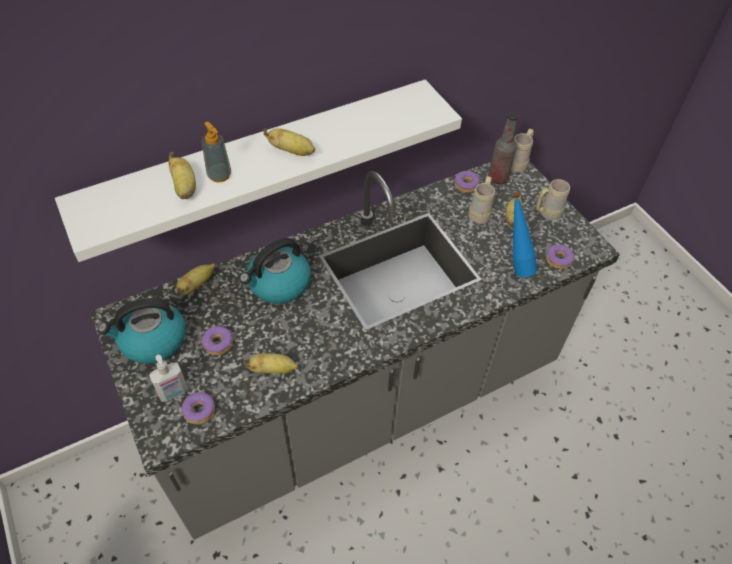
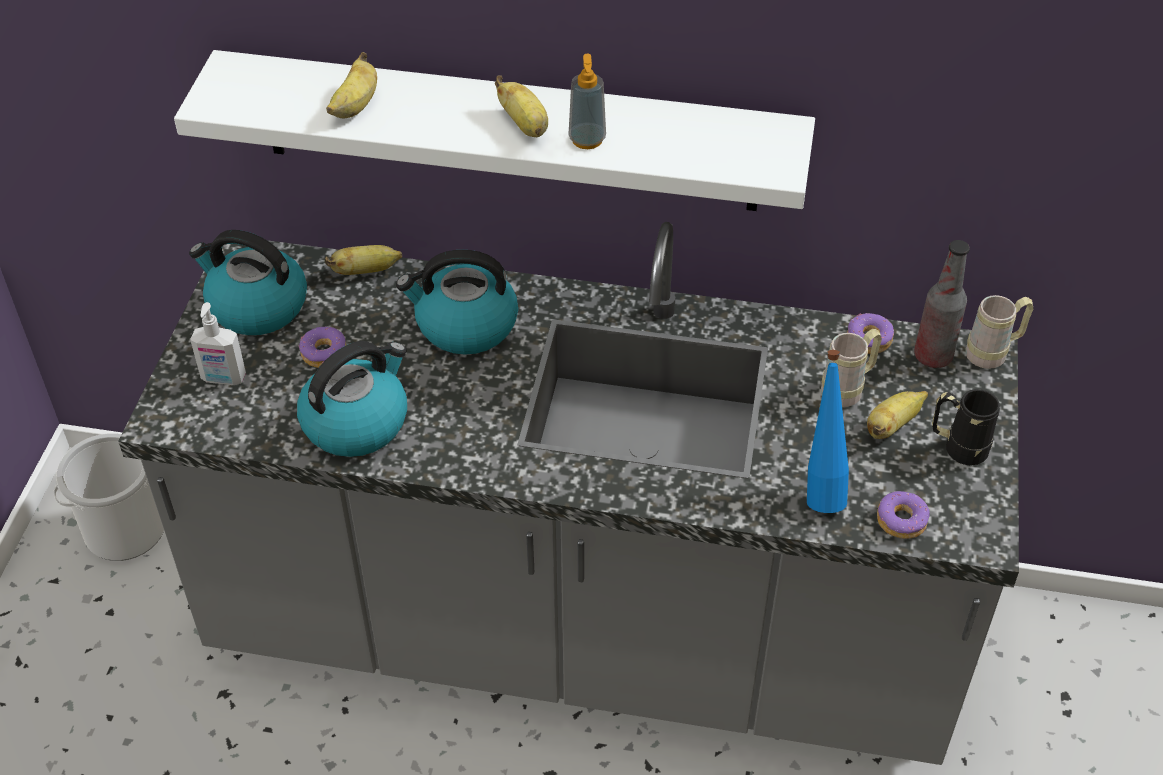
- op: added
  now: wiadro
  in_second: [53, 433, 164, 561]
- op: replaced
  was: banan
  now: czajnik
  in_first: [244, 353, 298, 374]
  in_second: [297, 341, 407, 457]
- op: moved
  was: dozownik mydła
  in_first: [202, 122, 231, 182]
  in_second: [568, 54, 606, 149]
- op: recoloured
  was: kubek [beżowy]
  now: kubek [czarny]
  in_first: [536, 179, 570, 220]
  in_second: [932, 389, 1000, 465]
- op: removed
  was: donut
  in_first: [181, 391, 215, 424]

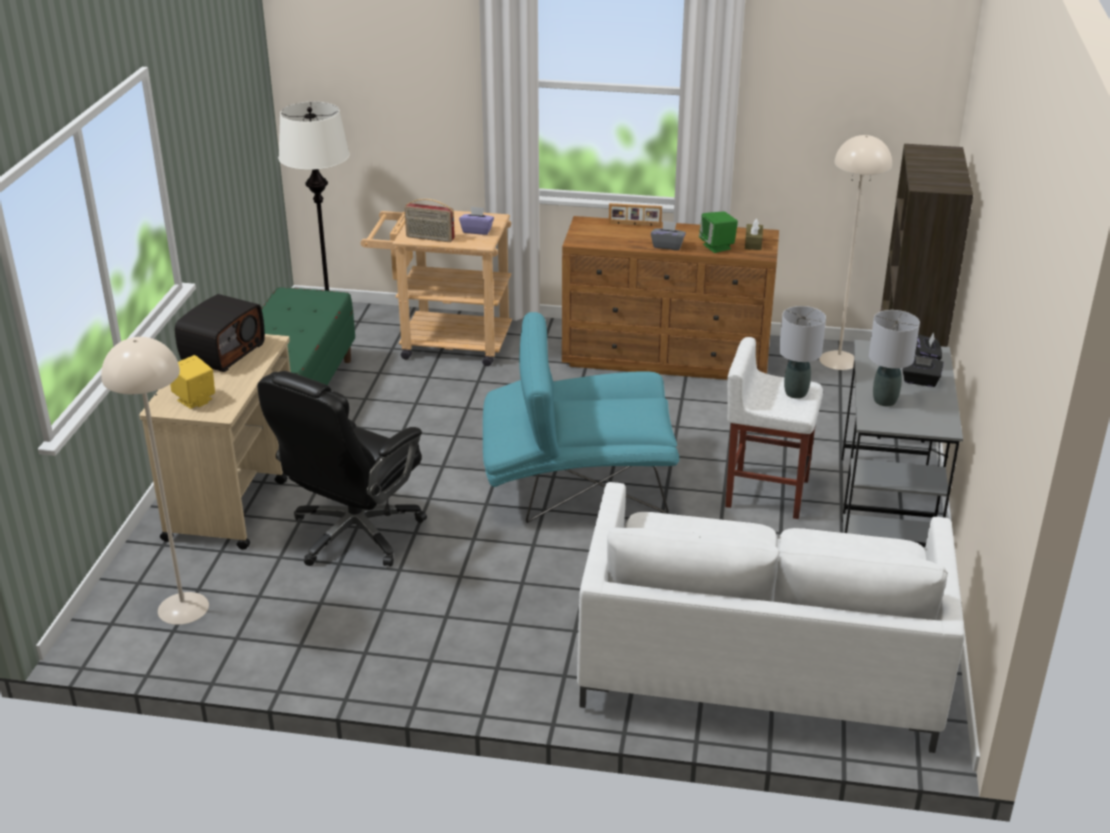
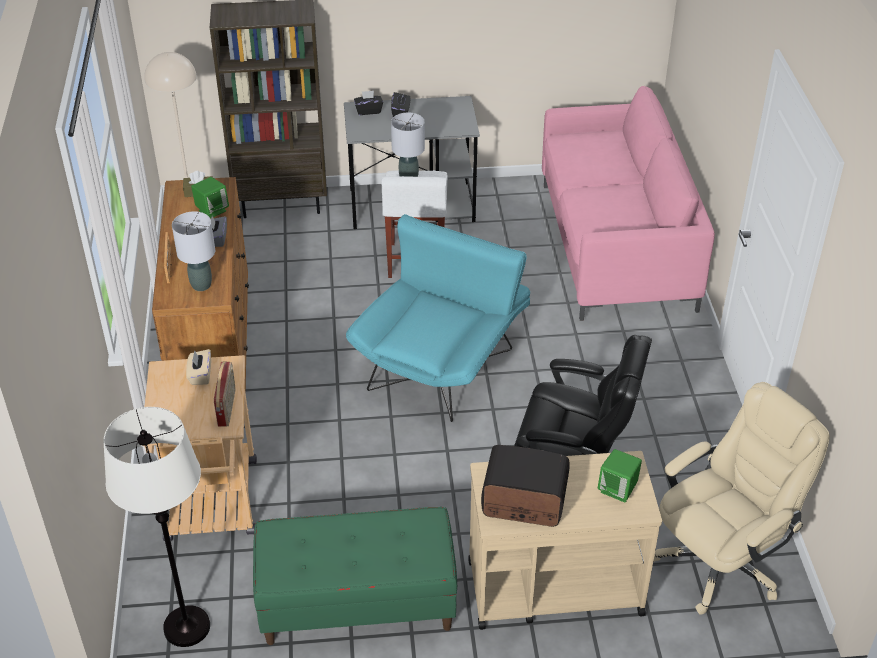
- op: moved
  was: lampa stołowa [szary]
  in_first: [869, 310, 920, 406]
  in_second: [172, 211, 215, 291]
- op: recoloured
  was: pudełko chusteczek [fioletowy]
  now: pudełko chusteczek [beżowy]
  in_first: [459, 206, 494, 235]
  in_second: [186, 349, 211, 385]
- op: turned
  was: fotel [turkusowy]
  in_first: [483, 312, 679, 523]
  in_second: [346, 214, 530, 422]
  clockwise: -135
- op: recoloured
  was: kanapa [biały]
  now: kanapa [różowy]
  in_first: [577, 482, 964, 753]
  in_second: [542, 86, 715, 321]
- op: recoloured
  was: głośnik [żółty]
  now: głośnik [zielony]
  in_first: [170, 355, 215, 409]
  in_second: [598, 449, 642, 502]
- op: replaced
  was: lampa stojąca [beżowy]
  now: krzesło biurowe [beżowy]
  in_first: [101, 337, 209, 625]
  in_second: [653, 382, 830, 615]

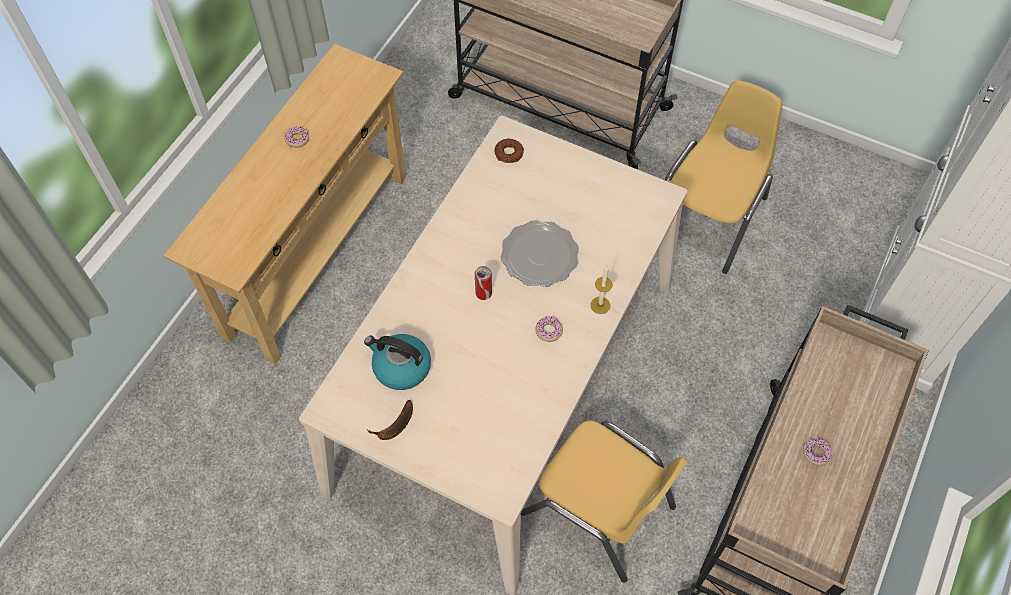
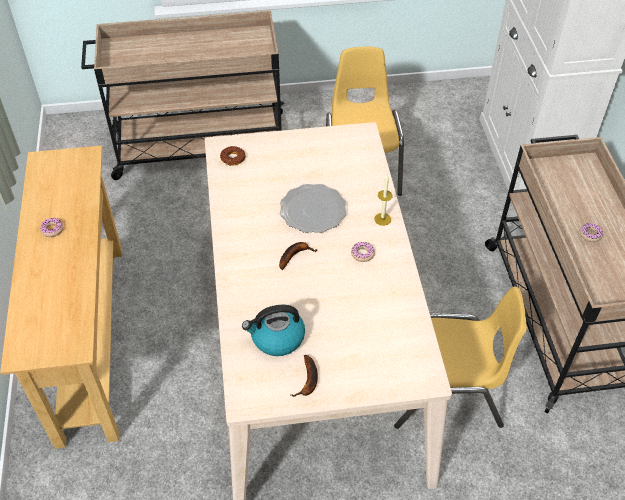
- op: replaced
  was: puszka
  now: banan
  in_first: [475, 266, 492, 300]
  in_second: [279, 242, 317, 270]

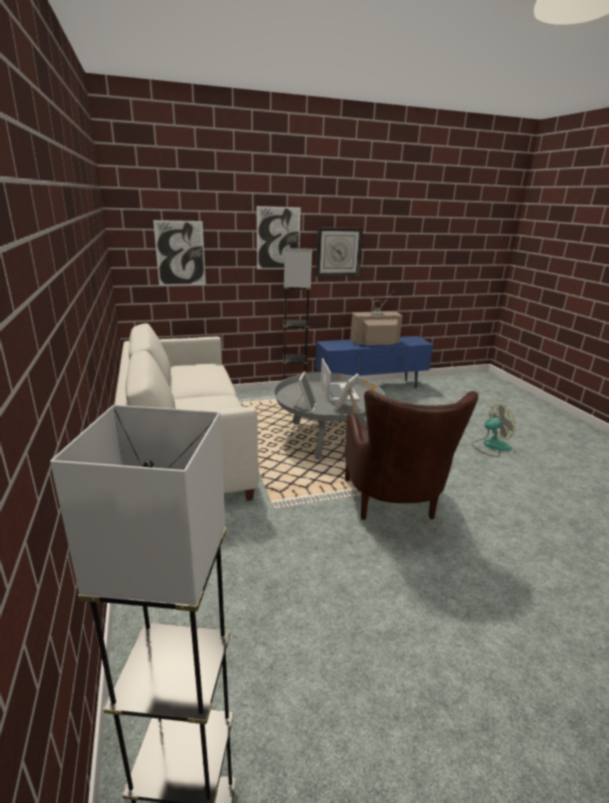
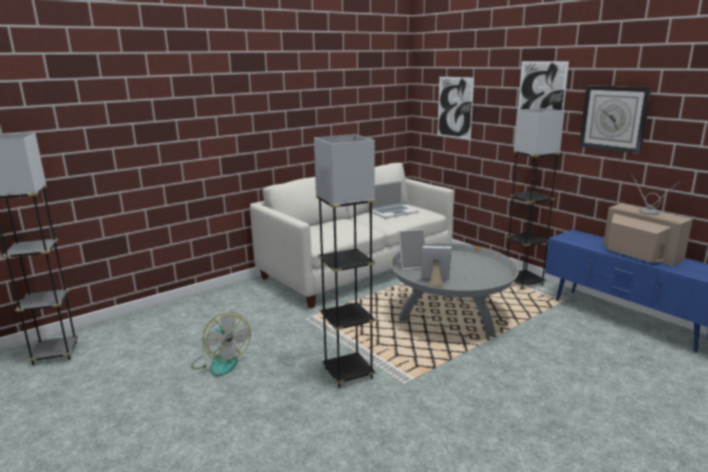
- op: moved
  was: wentylator
  in_first: [472, 404, 515, 457]
  in_second: [191, 312, 251, 377]
- op: replaced
  was: fotel [brązowy]
  now: lampa stojąca [szary]
  in_first: [344, 390, 478, 520]
  in_second: [314, 134, 375, 388]
- op: moved
  was: laptop
  in_first: [320, 358, 360, 401]
  in_second: [372, 180, 419, 219]

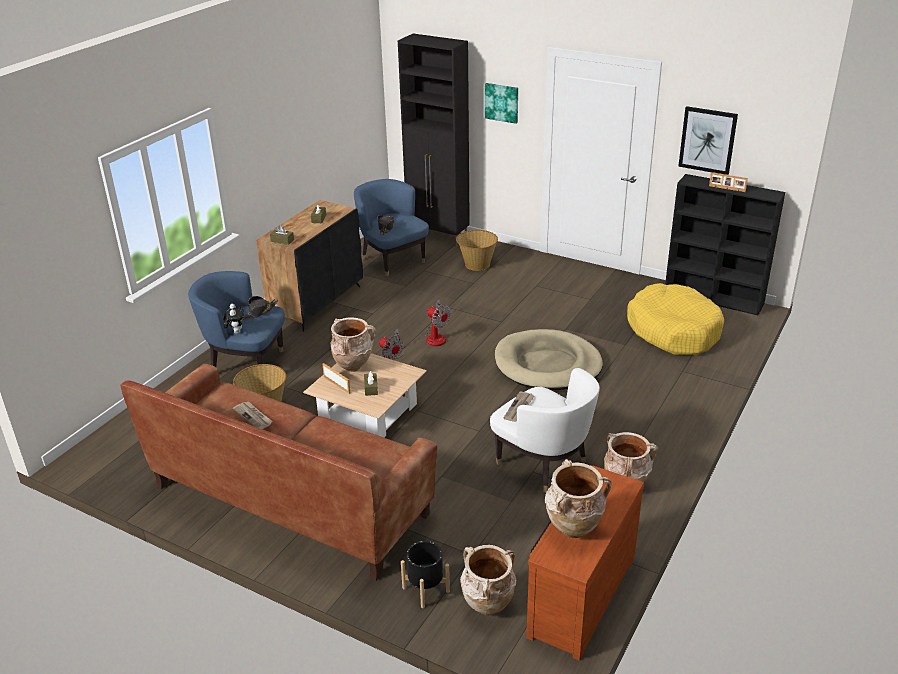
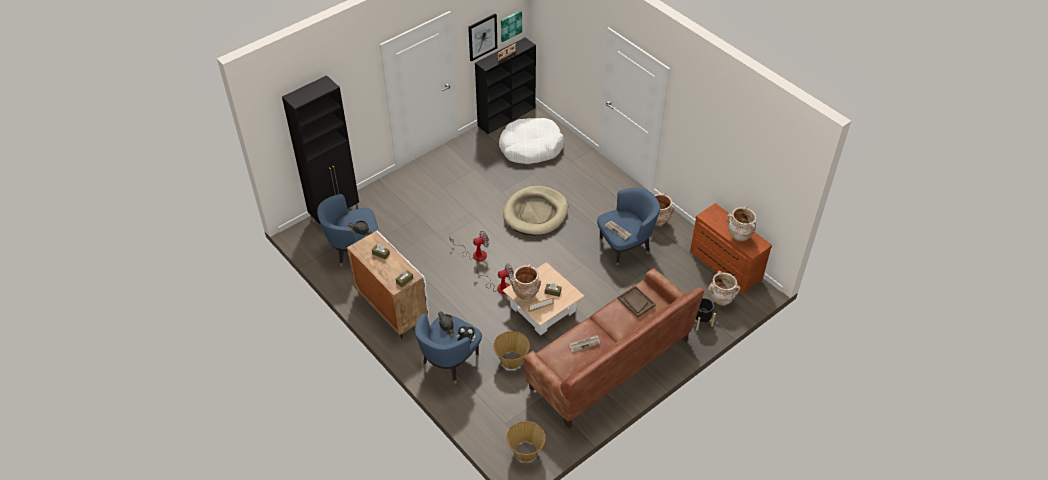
- op: recoloured
  was: szafka [czarny]
  now: szafka [biały]
  in_first: [256, 200, 363, 332]
  in_second: [347, 230, 429, 339]
- op: recoloured
  was: legowisko [żółty]
  now: legowisko [biały]
  in_first: [627, 283, 724, 355]
  in_second: [499, 118, 564, 164]
- op: moved
  was: obraz
  in_first: [485, 83, 518, 124]
  in_second: [501, 10, 522, 42]
- op: moved
  was: koszyk
  in_first: [456, 230, 498, 271]
  in_second: [507, 421, 546, 462]
- op: recoloured
  was: fotel [biały]
  now: fotel [niebieski]
  in_first: [490, 368, 600, 492]
  in_second: [597, 188, 660, 265]
- op: added
  now: taca [brązowy]
  in_second: [617, 286, 656, 318]

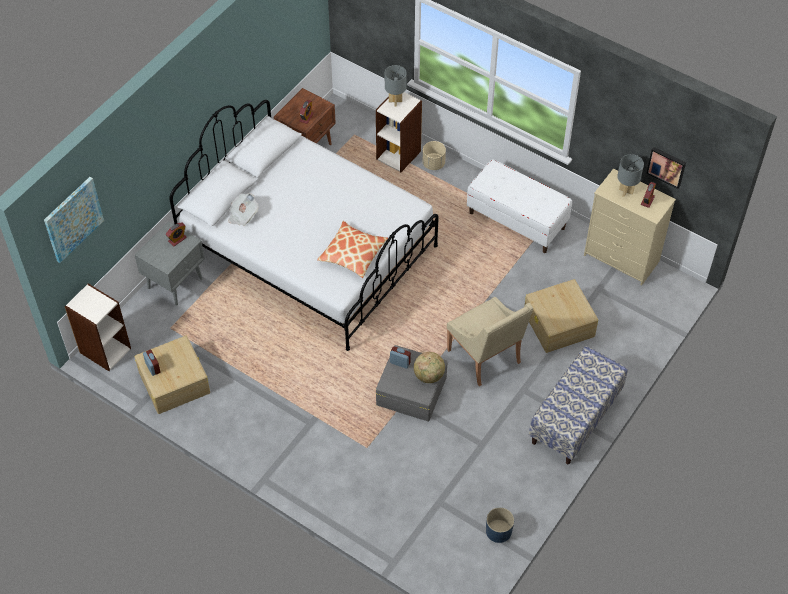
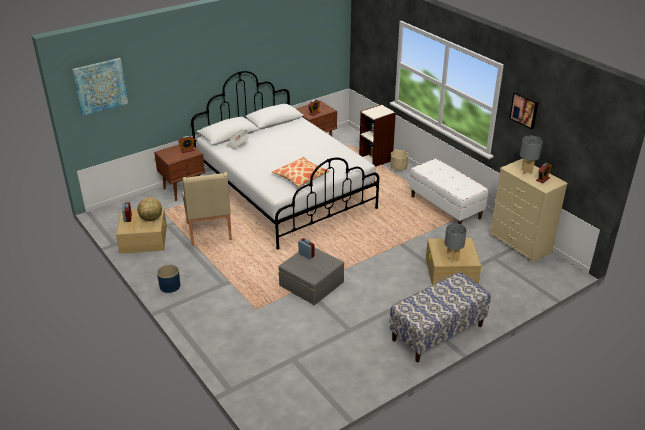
- op: moved
  was: globus
  in_first: [414, 352, 445, 383]
  in_second: [137, 197, 162, 221]
- op: recoloured
  was: szafka nocna [szary]
  now: szafka nocna [brązowy]
  in_first: [135, 221, 205, 306]
  in_second: [154, 144, 205, 201]
- op: moved
  was: donica [niebieski]
  in_first: [486, 507, 514, 543]
  in_second: [157, 265, 180, 293]
- op: moved
  was: fotel [beżowy]
  in_first: [447, 297, 533, 386]
  in_second: [182, 172, 232, 246]
- op: moved
  was: lampa stołowa [szary]
  in_first: [385, 65, 407, 106]
  in_second: [445, 223, 467, 263]
- op: moved
  was: obraz
  in_first: [646, 147, 686, 189]
  in_second: [509, 92, 539, 129]
- op: removed
  was: regał
  in_first: [65, 284, 131, 371]

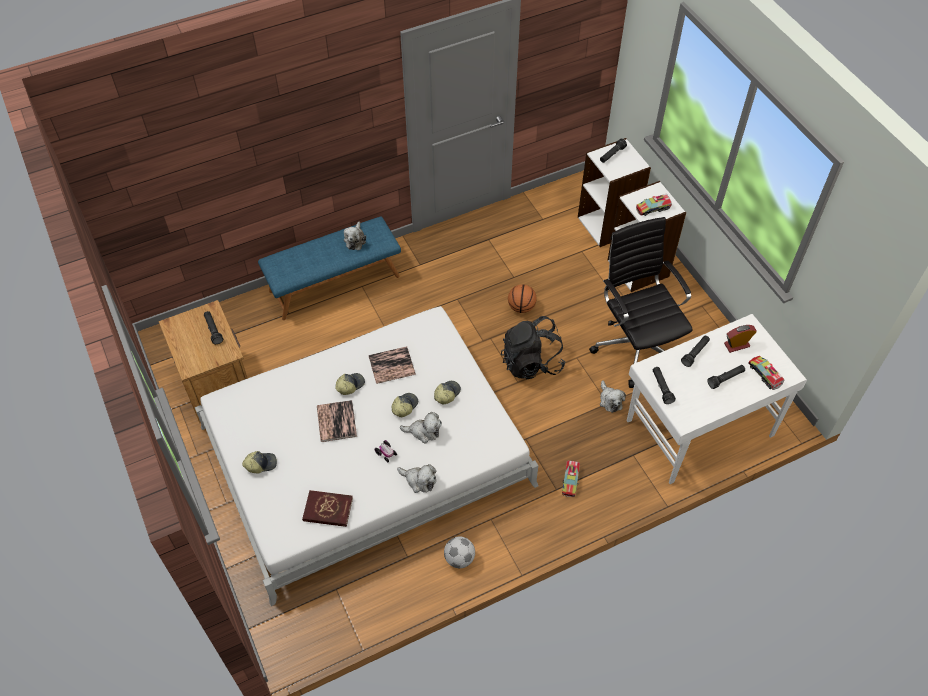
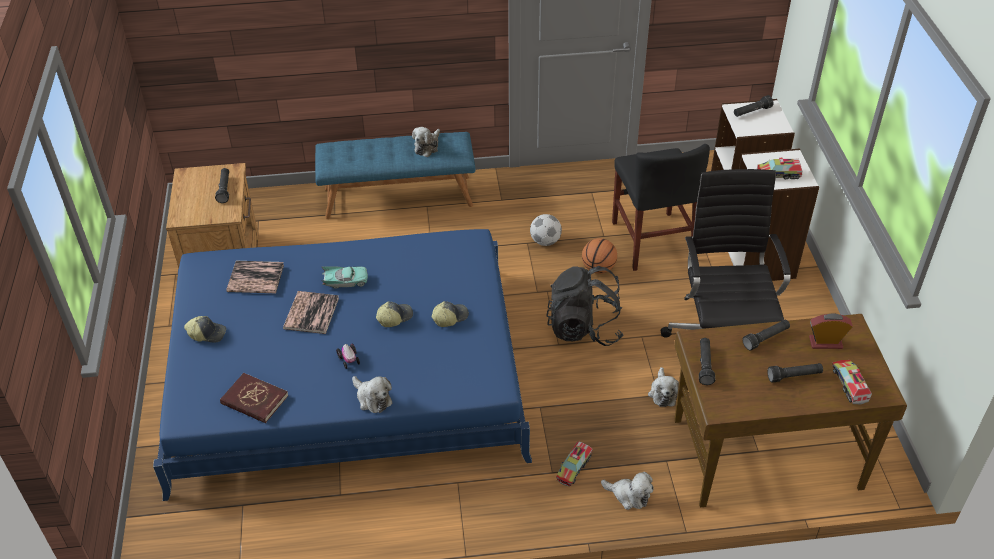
- op: recoloured
  was: łóżko [biały]
  now: łóżko [niebieski]
  in_first: [195, 306, 538, 606]
  in_second: [153, 229, 532, 501]
- op: moved
  was: książka
  in_first: [368, 346, 416, 384]
  in_second: [226, 261, 284, 293]
- op: replaced
  was: czapka z daszkiem
  now: samochodzik [turkusowy]
  in_first: [335, 373, 365, 395]
  in_second: [321, 266, 368, 289]
- op: moved
  was: piłka futbolowa
  in_first: [444, 536, 475, 568]
  in_second: [530, 214, 562, 246]
- op: moved
  was: pluszak
  in_first: [400, 412, 442, 443]
  in_second: [601, 472, 654, 510]
- op: added
  now: krzesło [czarny]
  in_second: [612, 144, 710, 271]
- op: recoloured
  was: biurko [biały]
  now: biurko [brązowy]
  in_first: [627, 314, 807, 484]
  in_second: [674, 314, 907, 508]

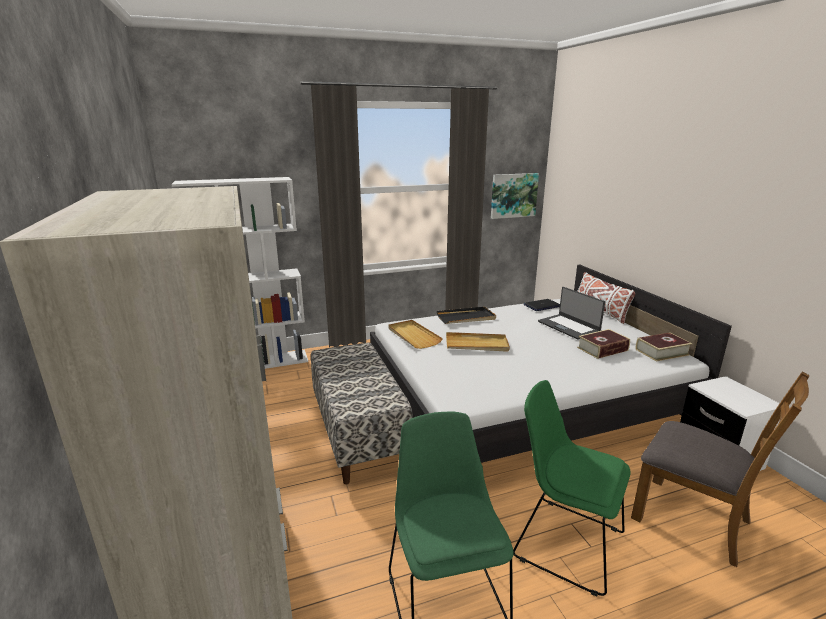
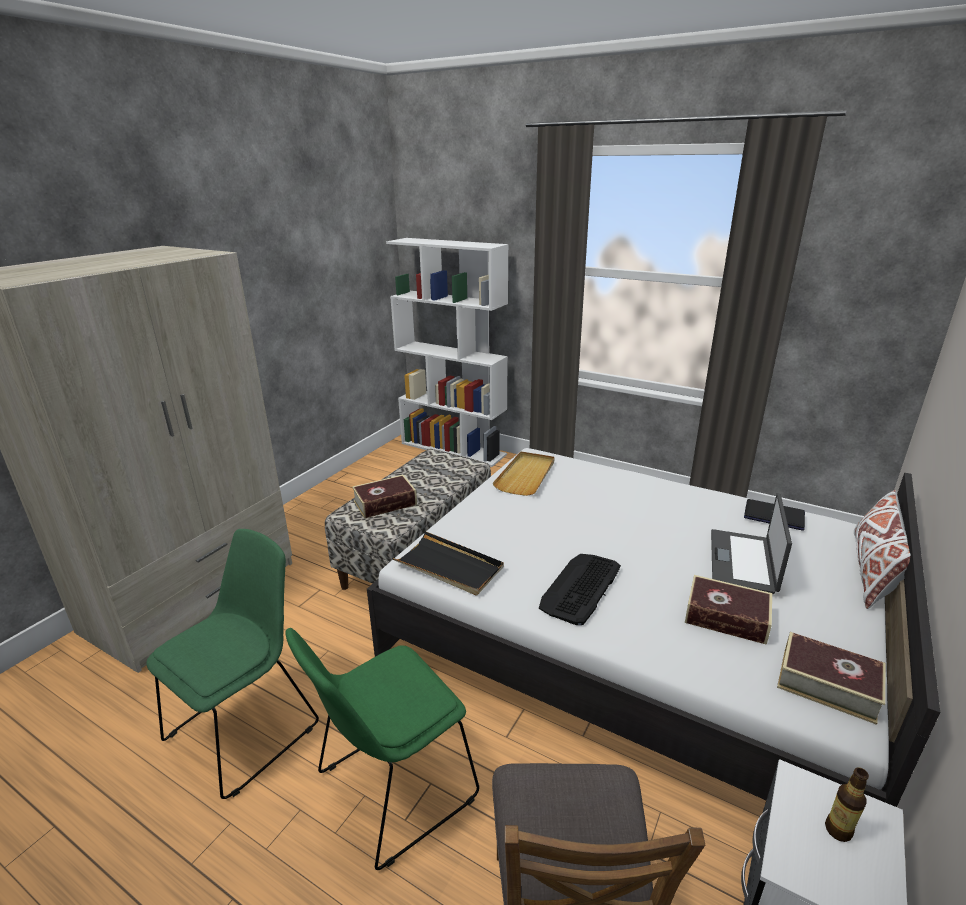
- op: turned
  was: krzesło [zielony]
  in_first: [513, 380, 630, 596]
  in_second: [286, 628, 479, 870]
  clockwise: -120
- op: added
  now: książka
  in_second: [352, 475, 417, 519]
- op: moved
  was: taca [czarny]
  in_first: [437, 307, 496, 324]
  in_second: [392, 531, 504, 595]
- op: added
  now: klawiatura
  in_second: [539, 554, 621, 625]
- op: added
  now: butelka
  in_second: [825, 767, 869, 842]
- op: removed
  was: taca [beżowy]
  in_first: [446, 332, 510, 352]
- op: removed
  was: obraz
  in_first: [491, 173, 539, 219]

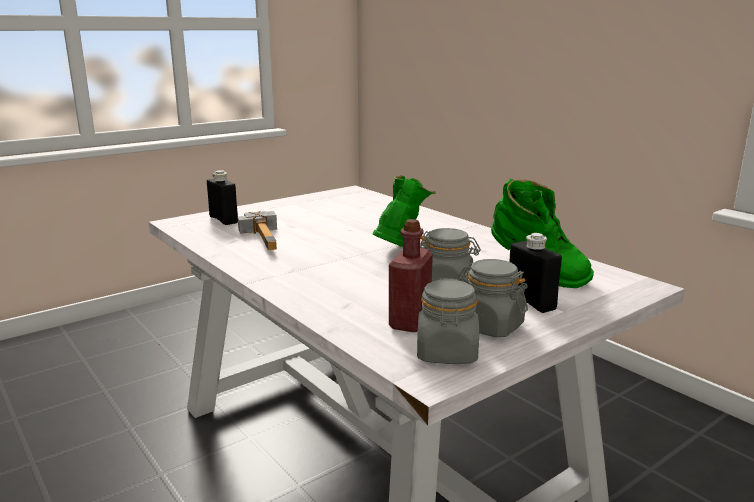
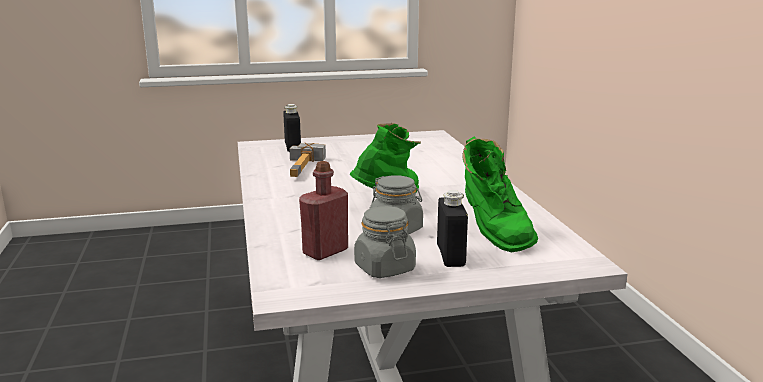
- op: removed
  was: słoik [szary]
  in_first: [417, 278, 479, 364]

